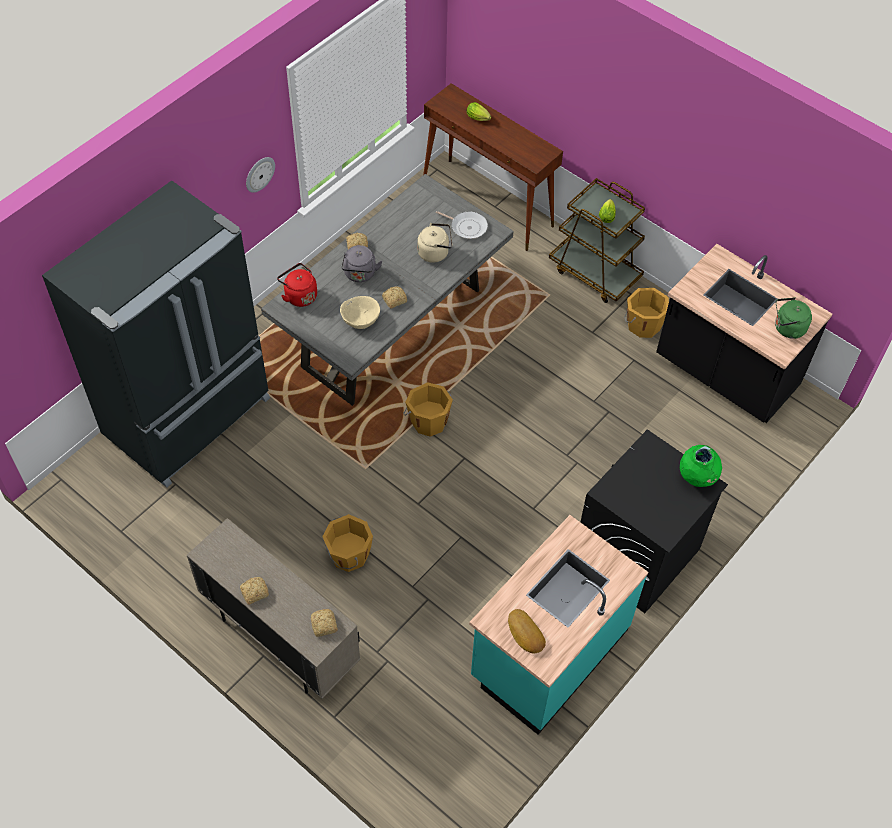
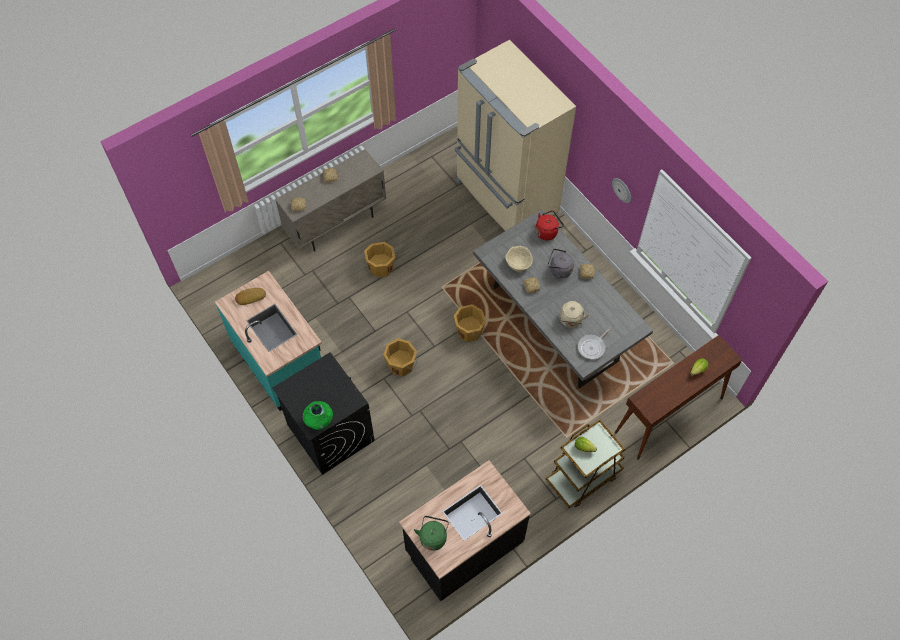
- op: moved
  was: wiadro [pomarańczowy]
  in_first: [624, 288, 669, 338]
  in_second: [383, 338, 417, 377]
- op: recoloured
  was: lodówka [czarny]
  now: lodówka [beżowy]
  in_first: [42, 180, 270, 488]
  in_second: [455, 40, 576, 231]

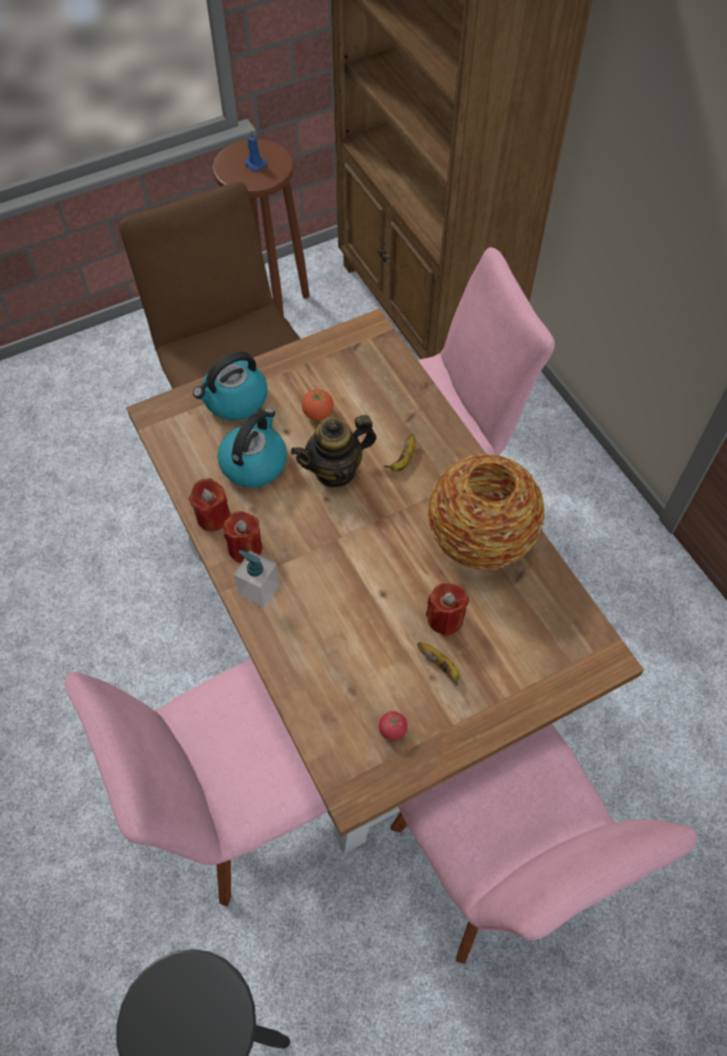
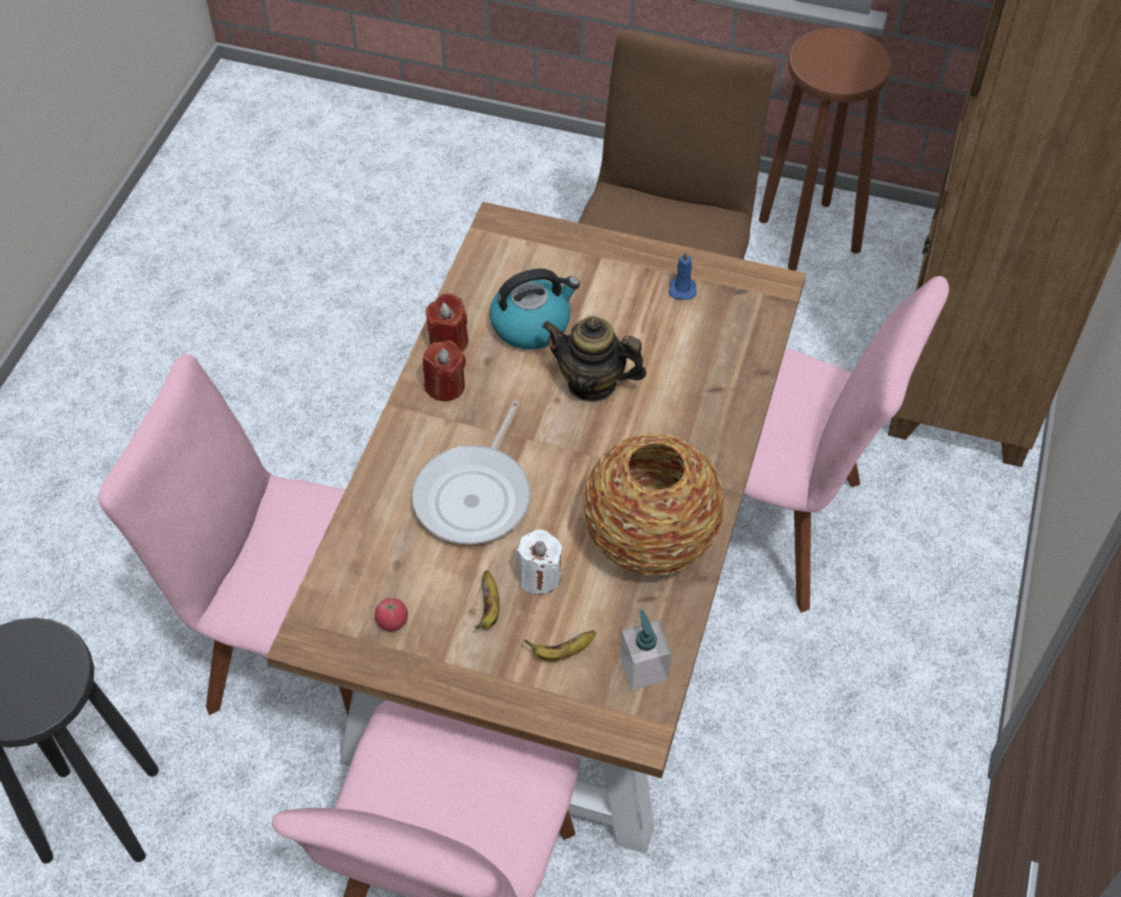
- op: added
  now: patelnia
  in_second: [411, 401, 531, 544]
- op: recoloured
  was: świeca [czerwony]
  now: świeca [biały]
  in_first: [426, 584, 469, 636]
  in_second: [516, 529, 562, 595]
- op: moved
  was: banan
  in_first: [384, 434, 416, 472]
  in_second: [524, 630, 596, 662]
- op: moved
  was: dozownik mydła
  in_first: [234, 550, 280, 608]
  in_second: [620, 610, 671, 690]
- op: moved
  was: świeca [niebieski]
  in_first: [245, 130, 266, 171]
  in_second: [668, 251, 697, 300]
- op: removed
  was: czajnik
  in_first: [193, 351, 268, 420]
- op: removed
  was: pomidor
  in_first: [302, 389, 334, 420]

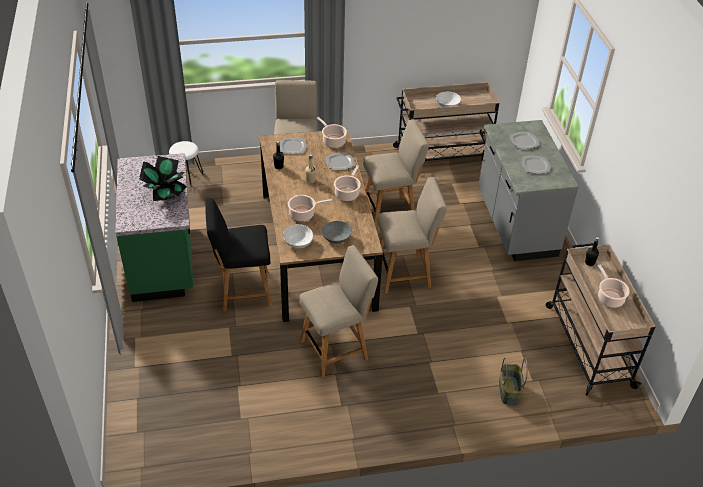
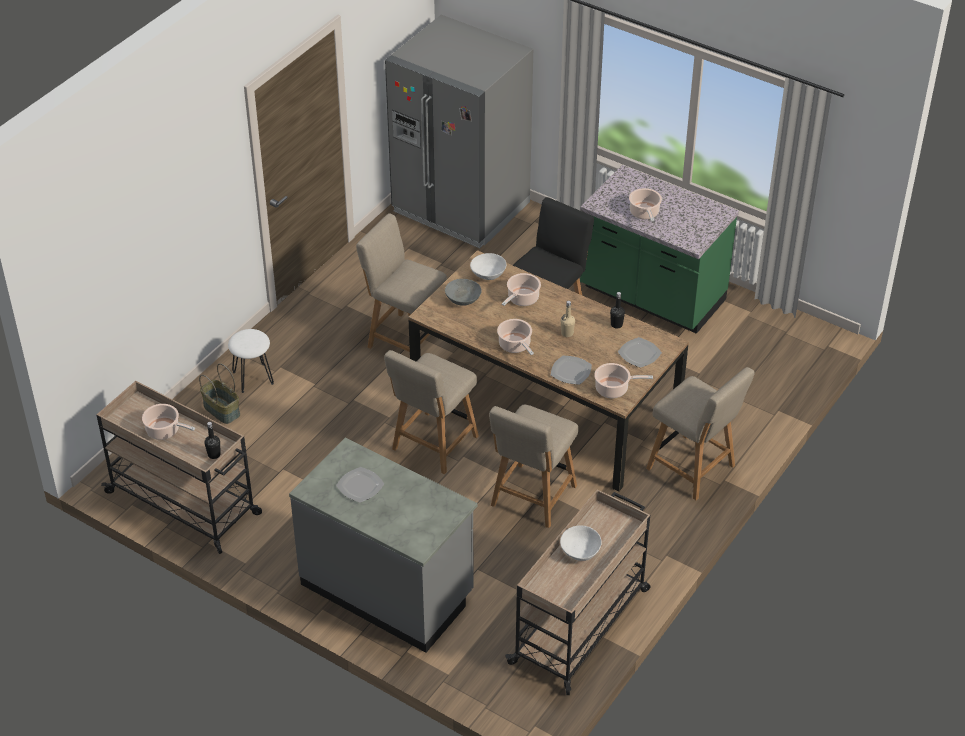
- op: moved
  was: stołek [biały]
  in_first: [169, 141, 203, 187]
  in_second: [228, 329, 274, 393]
- op: turned
  was: krzesło [beżowy]
  in_first: [299, 245, 378, 377]
  in_second: [356, 213, 447, 352]
  clockwise: 105
- op: added
  now: lodówka [szary]
  in_second: [385, 15, 533, 248]
- op: replaced
  was: roślina doniczkowa
  now: garnek
  in_first: [139, 156, 187, 201]
  in_second: [629, 188, 662, 221]
- op: removed
  was: talerz
  in_first: [510, 132, 540, 149]

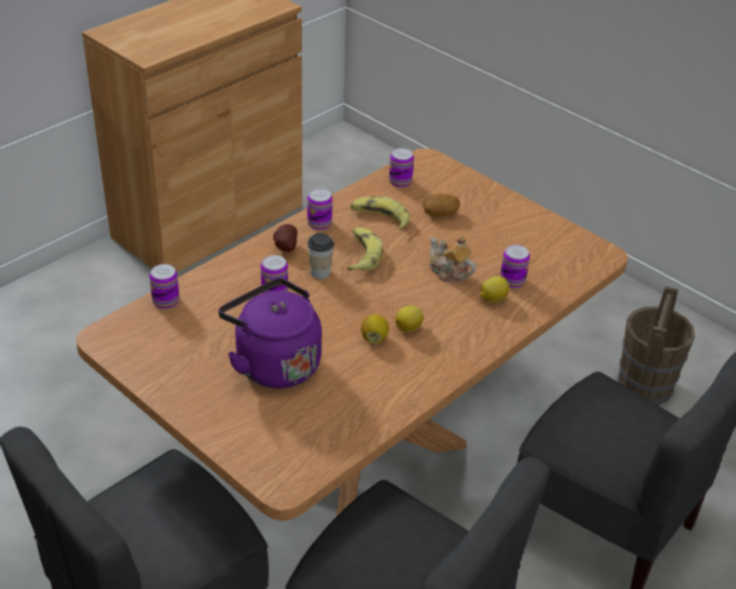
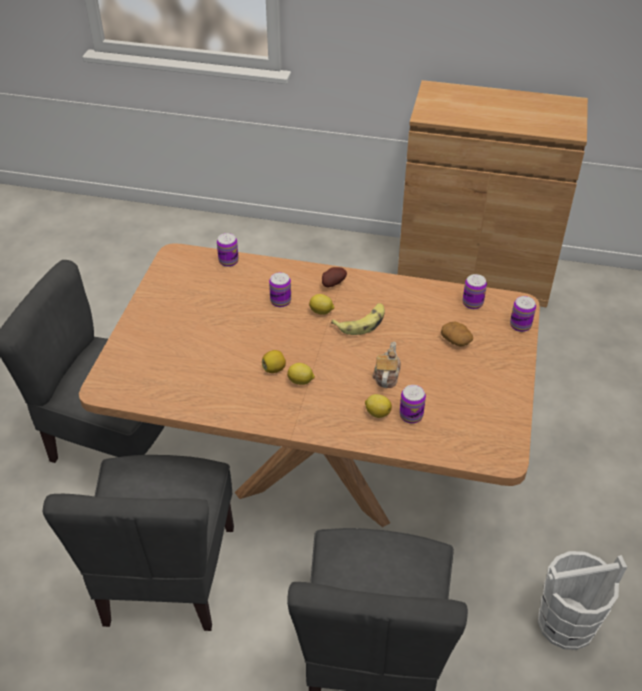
- op: replaced
  was: filiżanka
  now: cytryna
  in_first: [307, 233, 334, 279]
  in_second: [309, 294, 334, 315]
- op: moved
  was: puszka
  in_first: [307, 189, 333, 230]
  in_second: [510, 296, 536, 332]
- op: recoloured
  was: wiadro [brązowy]
  now: wiadro [biały]
  in_first: [617, 286, 695, 405]
  in_second: [538, 551, 627, 650]
- op: removed
  was: czajnik [fioletowy]
  in_first: [218, 278, 322, 389]
- op: removed
  was: banan
  in_first: [351, 196, 410, 230]

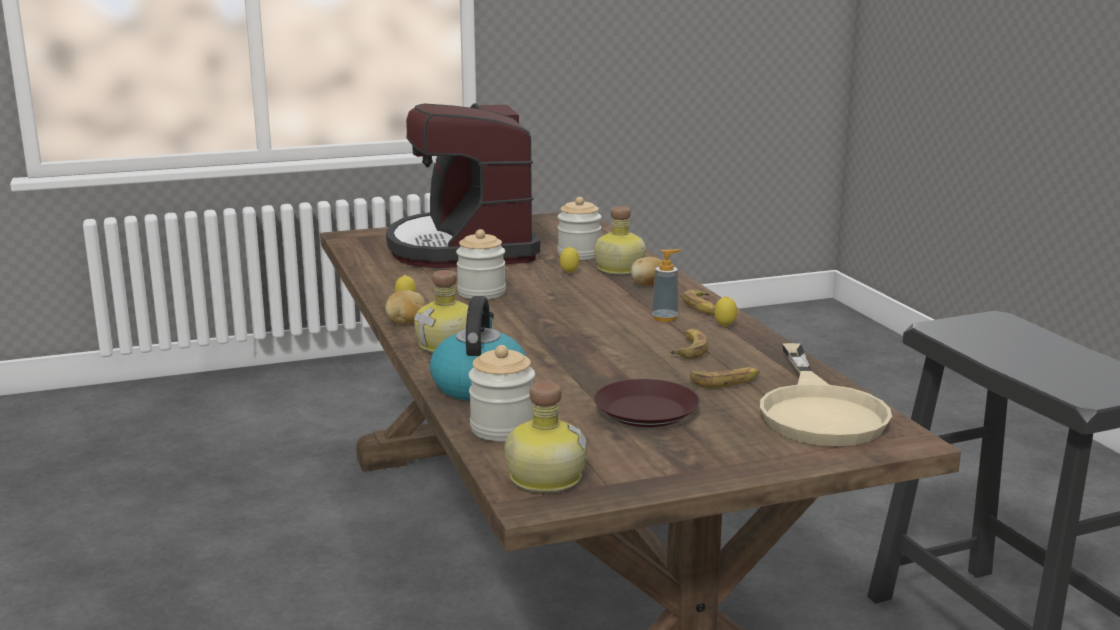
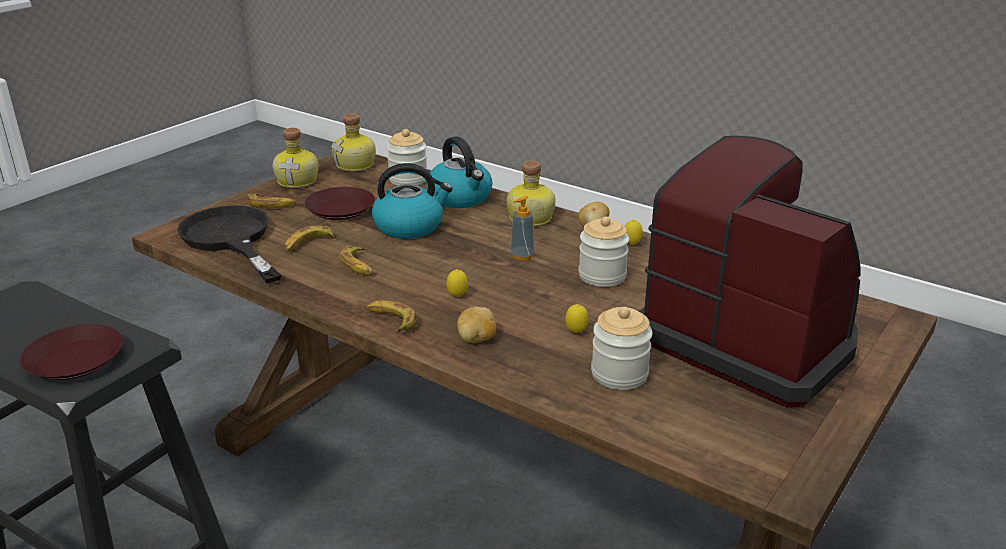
- op: added
  now: talerz [brązowy]
  in_second: [20, 324, 123, 380]
- op: recoloured
  was: patelnia [beżowy]
  now: patelnia [czarny]
  in_first: [760, 343, 892, 446]
  in_second: [177, 205, 281, 283]
- op: added
  now: banan
  in_second: [247, 193, 296, 208]
- op: moved
  was: butelka
  in_first: [594, 206, 646, 275]
  in_second: [272, 128, 318, 188]
- op: added
  now: czajnik
  in_second: [372, 163, 453, 239]
- op: moved
  was: cytryna
  in_first: [714, 296, 737, 327]
  in_second: [447, 269, 468, 297]
- op: moved
  was: dozownik mydła
  in_first: [652, 249, 681, 322]
  in_second: [510, 196, 535, 260]

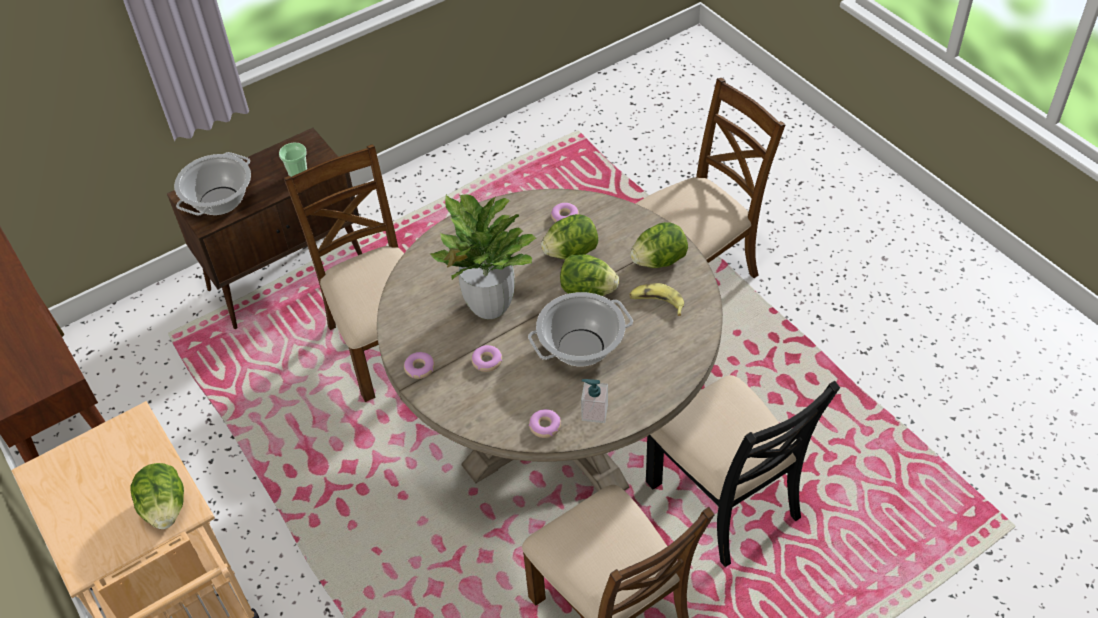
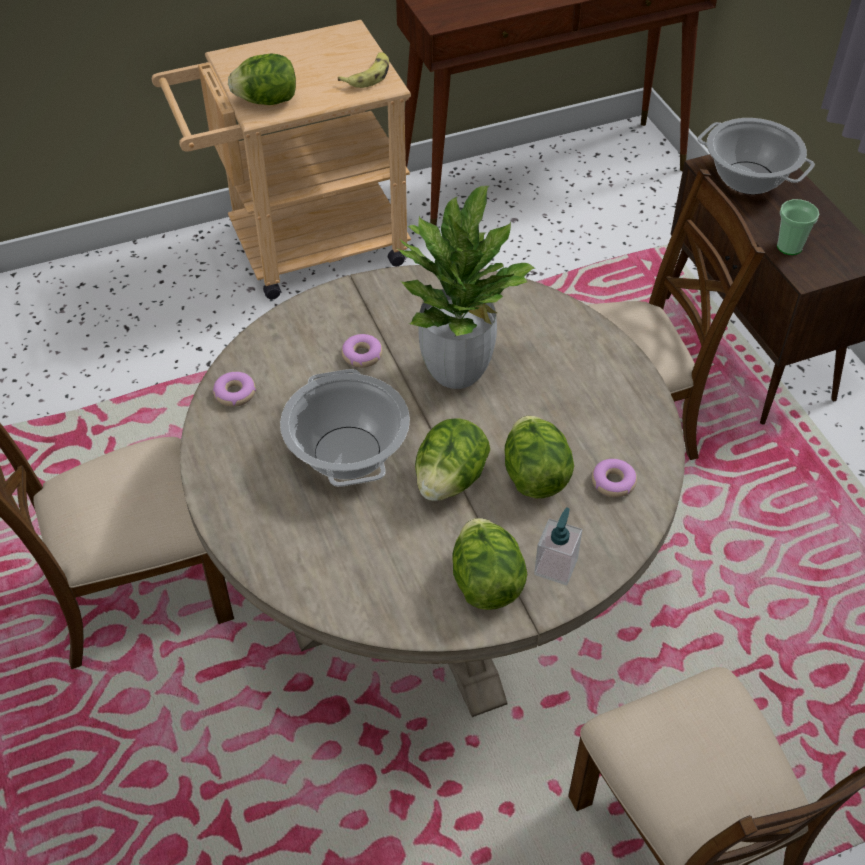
- op: moved
  was: banan
  in_first: [630, 283, 684, 316]
  in_second: [338, 52, 389, 88]
- op: moved
  was: dozownik mydła
  in_first: [581, 379, 608, 423]
  in_second: [534, 507, 582, 586]
- op: removed
  was: donut
  in_first: [404, 352, 435, 379]
- op: removed
  was: krzesło [czarny]
  in_first: [646, 375, 840, 567]

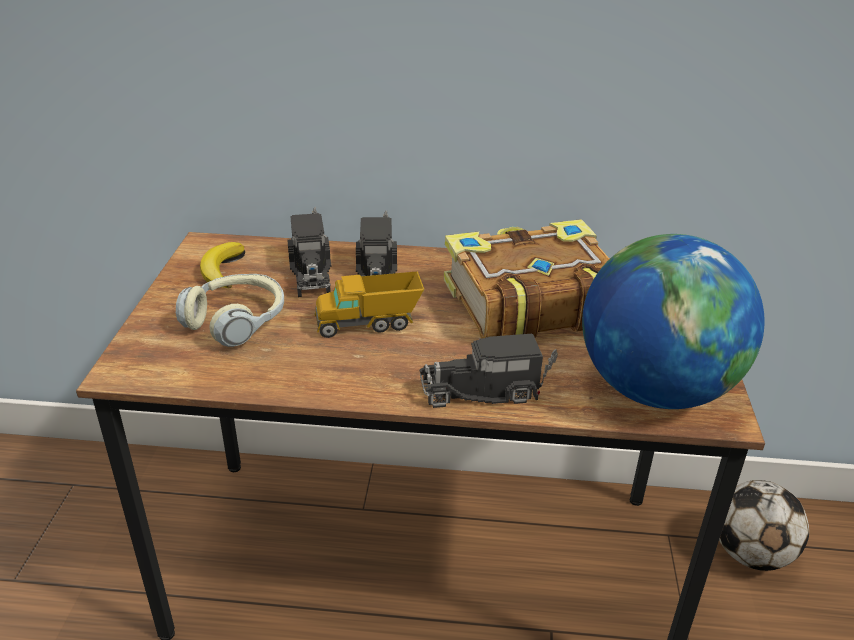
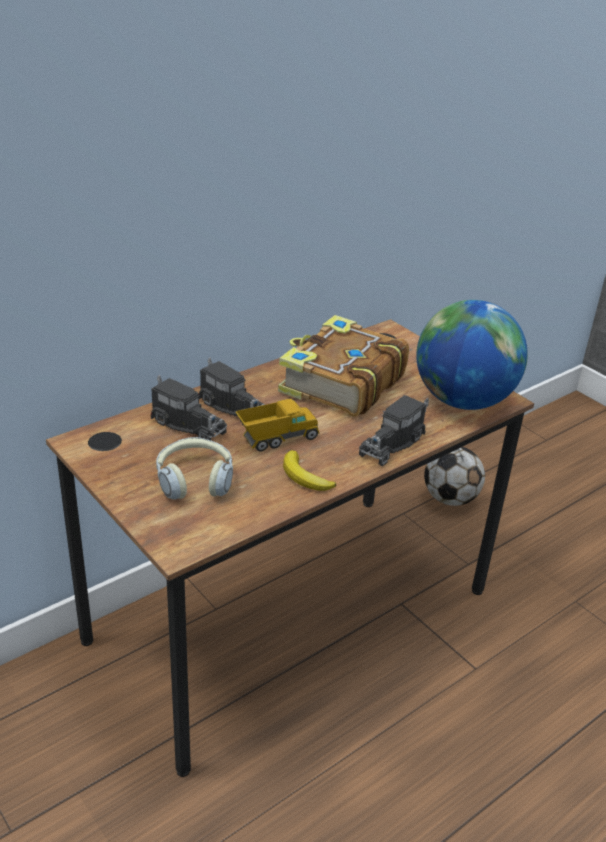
- op: turned
  was: ciężarówka zabawkowa
  in_first: [315, 271, 424, 338]
  in_second: [235, 398, 319, 451]
  clockwise: -150
- op: moved
  was: banan
  in_first: [200, 242, 244, 288]
  in_second: [283, 450, 336, 491]

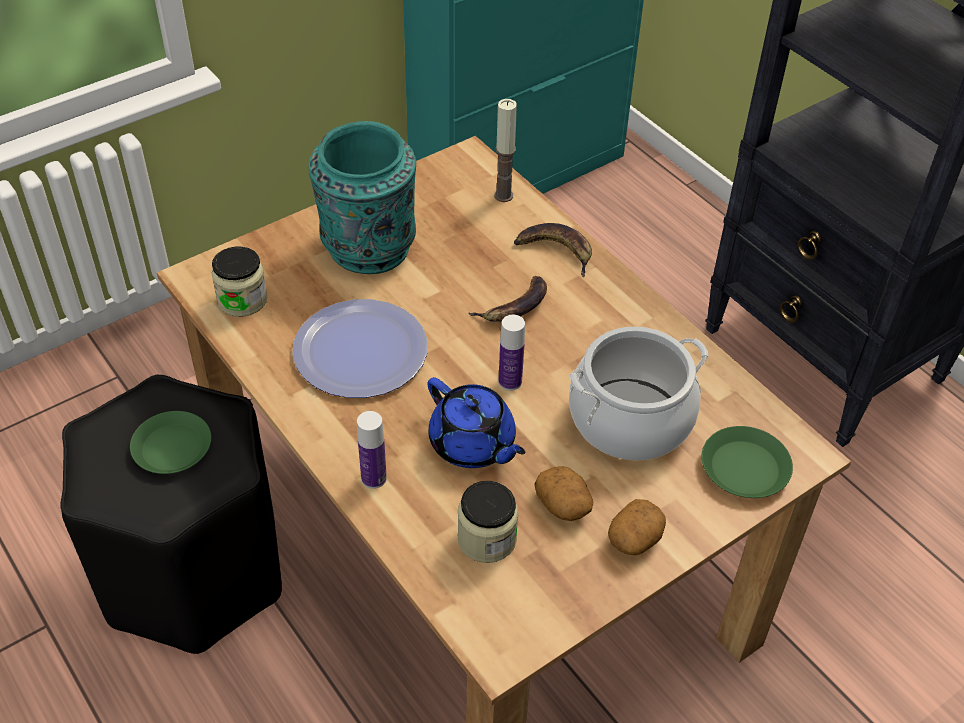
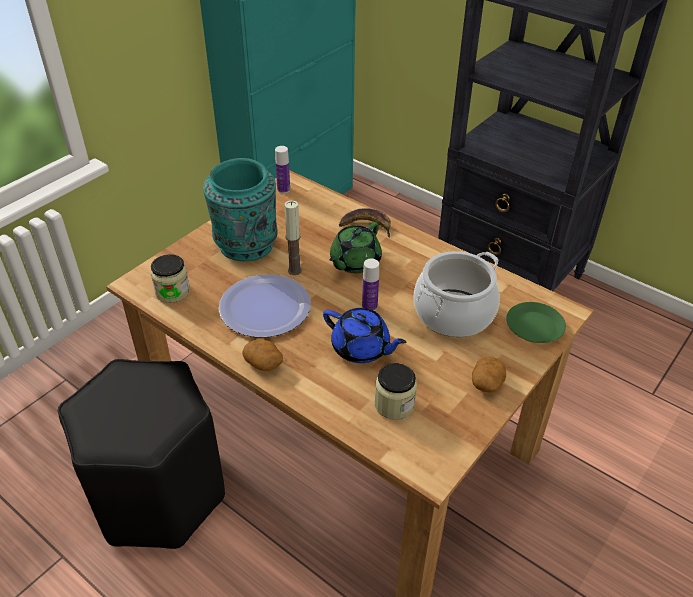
- op: moved
  was: ziemniak
  in_first: [534, 466, 593, 521]
  in_second: [242, 339, 283, 371]
- op: moved
  was: butelka
  in_first: [357, 411, 387, 489]
  in_second: [275, 146, 290, 194]
- op: moved
  was: świeca
  in_first: [494, 99, 517, 202]
  in_second: [284, 200, 302, 275]
- op: replaced
  was: banan
  now: imbryk [zielony]
  in_first: [468, 276, 547, 322]
  in_second: [330, 222, 382, 273]
- op: removed
  was: talerz [zielony]
  in_first: [130, 411, 211, 474]

